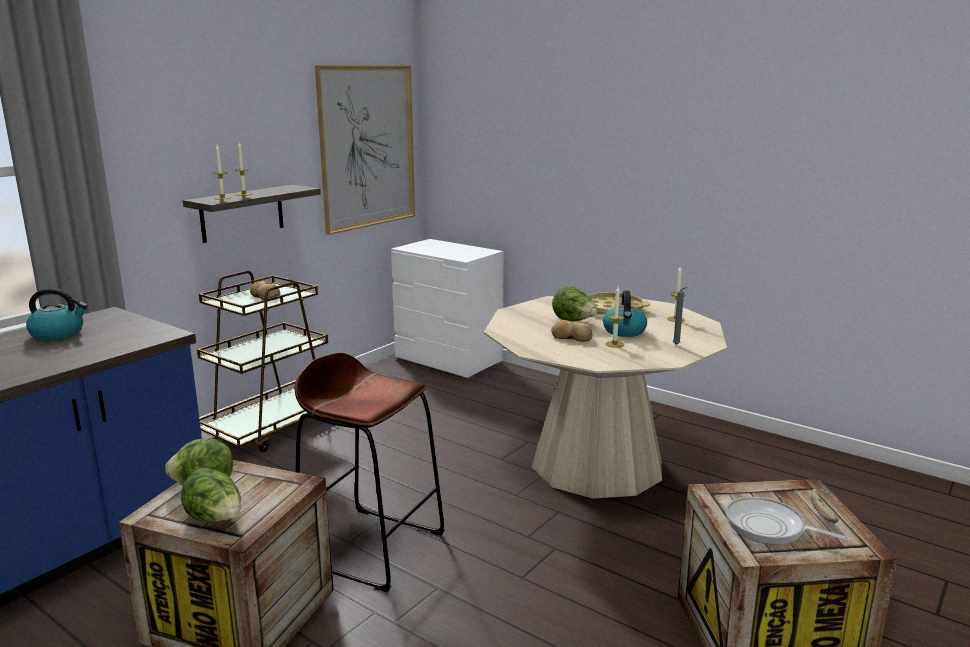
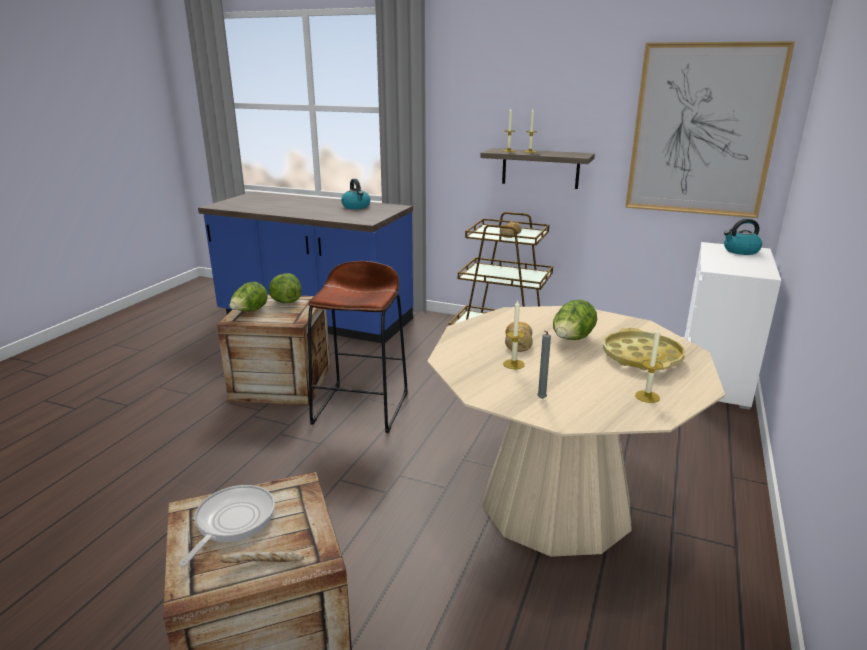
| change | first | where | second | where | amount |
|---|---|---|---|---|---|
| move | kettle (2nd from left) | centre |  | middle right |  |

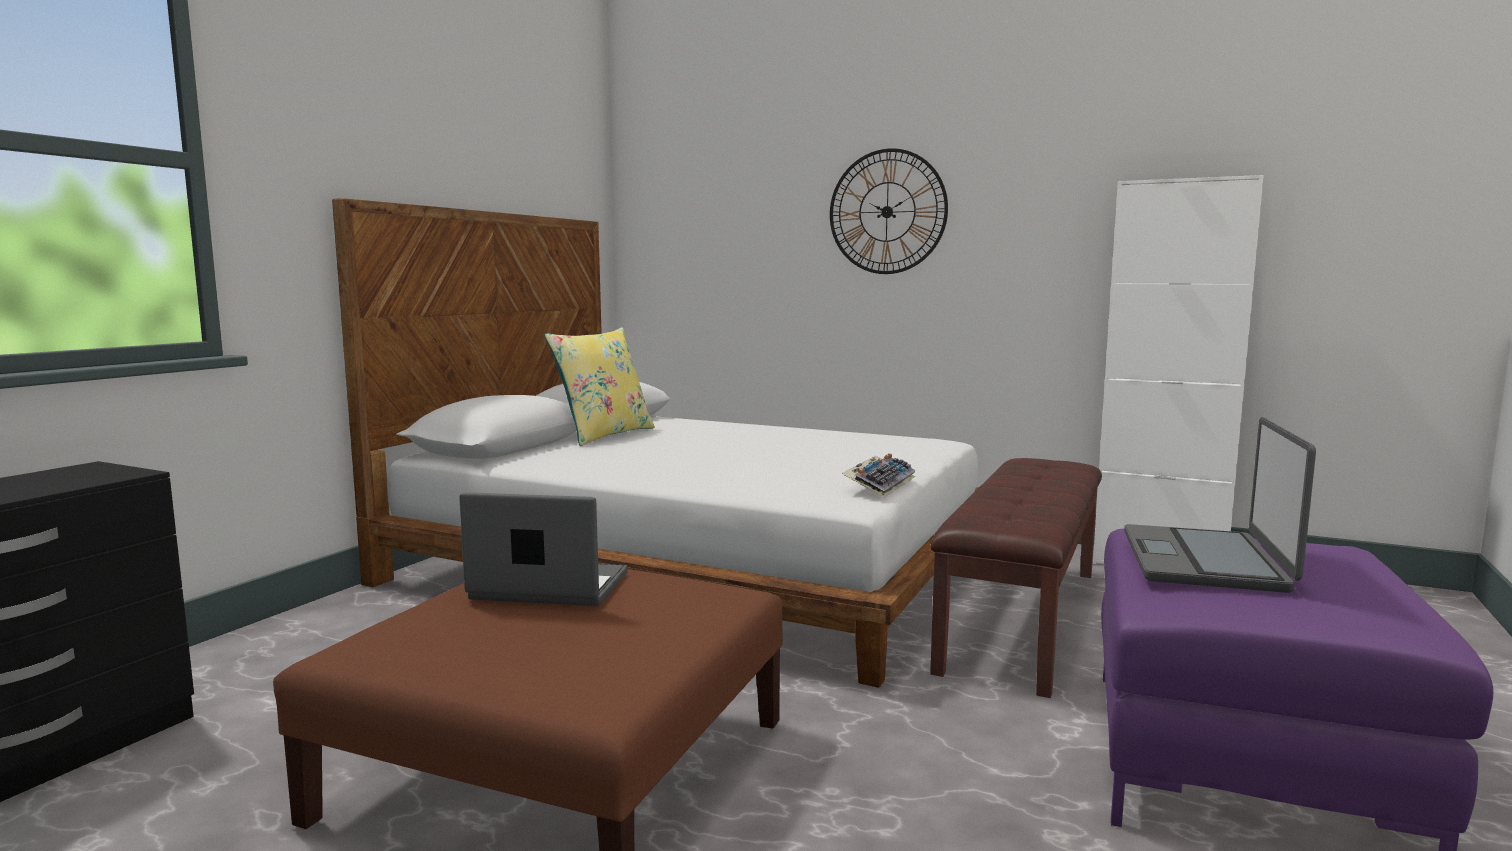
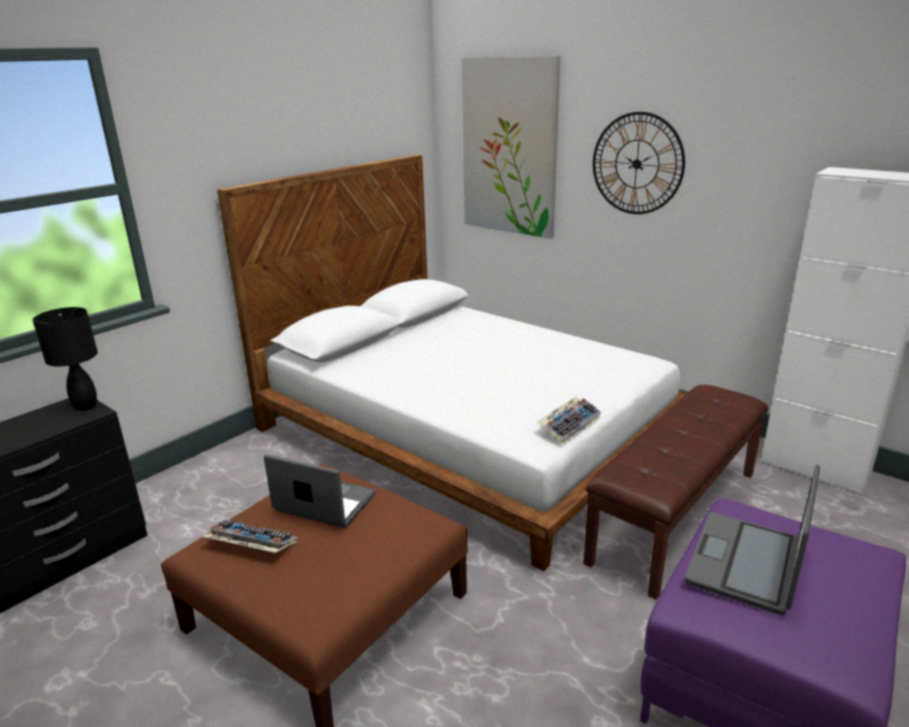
| change | first | where | second | where | amount |
|---|---|---|---|---|---|
| delete | yellow throw pillow | centre |  |  |  |
| insert |  |  | blackish tabletop lamp | middle left |  |
| insert |  |  | PC keyboard (1st from left) | bottom left |  |
| insert |  |  | picture | top centre |  |

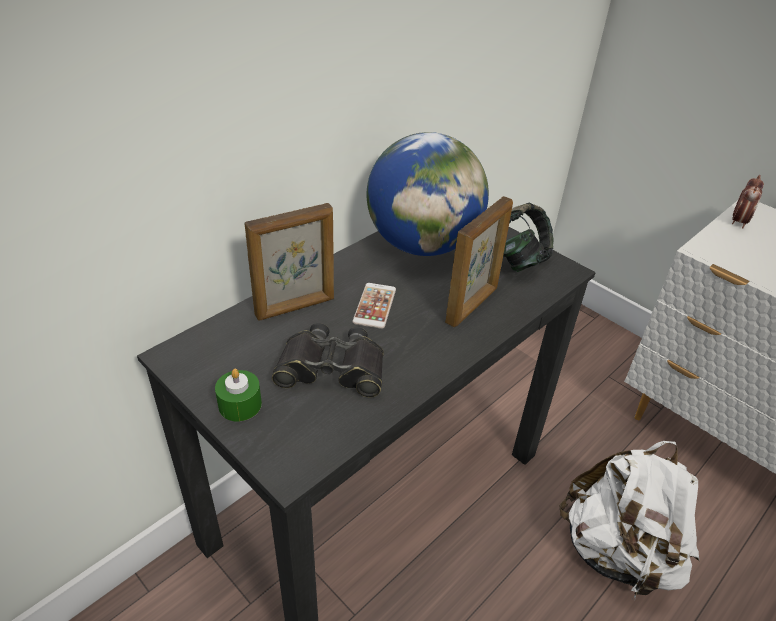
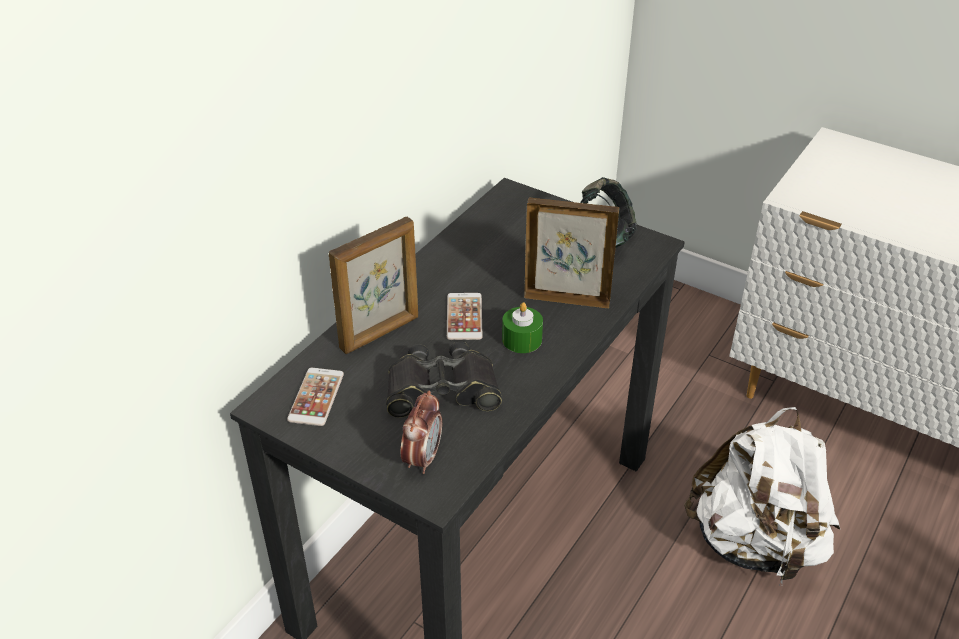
| change | first | where | second | where | amount |
|---|---|---|---|---|---|
| move | green-coloured wax candle | middle left |  | centre |  |
| delete | globe | top centre |  |  |  |
| rotate | photo frame (2nd from left) | centre |  | centre | 105 degrees counterclockwise |
| move | table clock | top right |  | bottom centre |  |
| insert |  |  | handset (1st from left) | middle left |  |

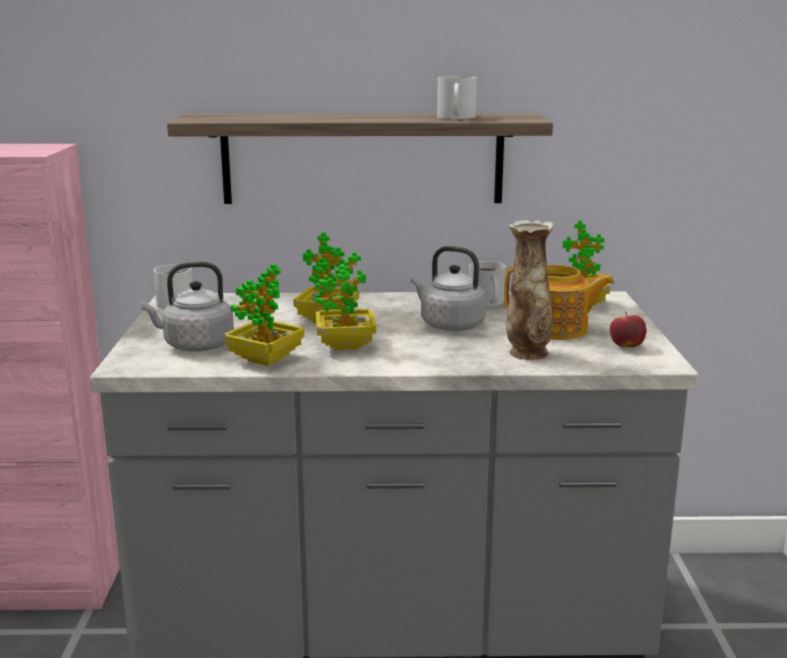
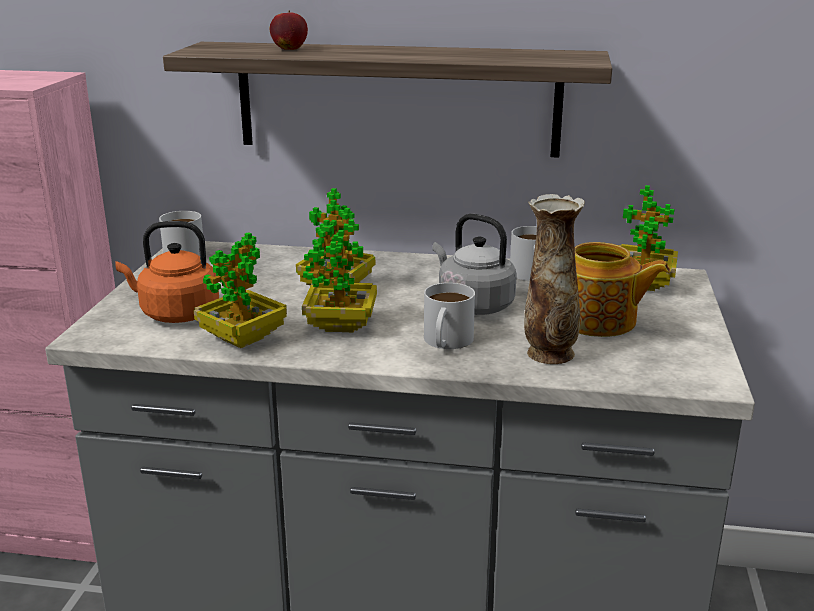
| change | first | where | second | where | amount |
|---|---|---|---|---|---|
| recolor | greyish kettle (1st from left) | middle left | orange-coloured kettle | middle left |  |
| move | white coffee mug (2nd from left) | top centre |  | centre |  |
| move | apple fruit | middle right |  | top centre |  |

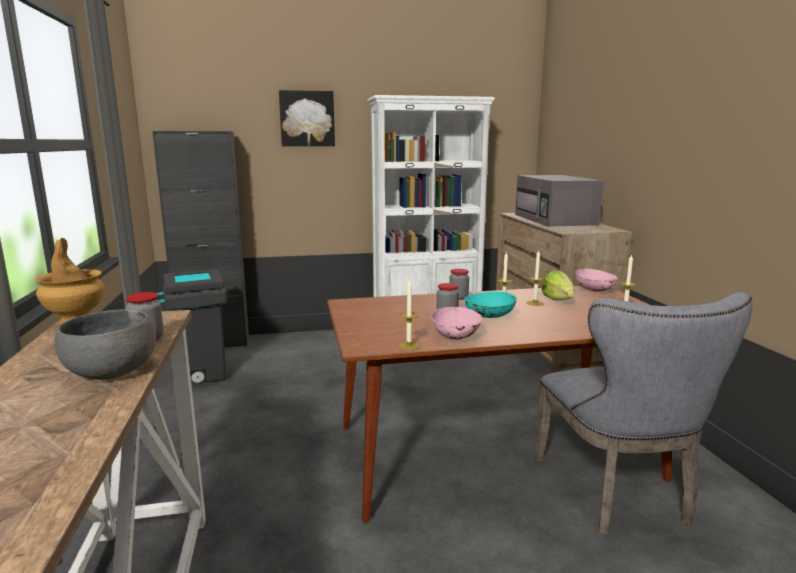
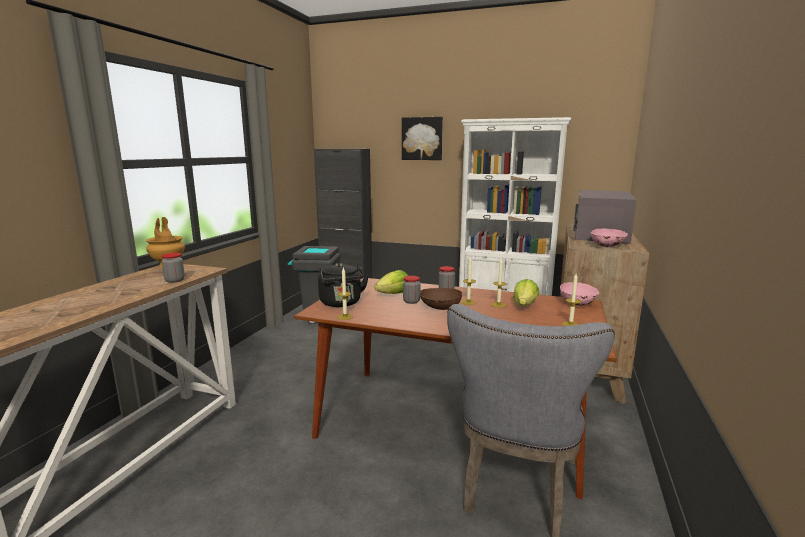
| change | first | where | second | where | amount |
|---|---|---|---|---|---|
| delete | greyish deep dish | middle left |  |  |  |
| move | pink deep dish (1st from left in the first image) | centre | pink deep dish (2nd from left) | middle right |  |
| recolor | turquoise deep dish | centre | brownish deep dish | centre |  |
| insert |  |  | blackish kettle | centre |  |
| insert |  |  | lettuce head (1st from left) | centre |  |

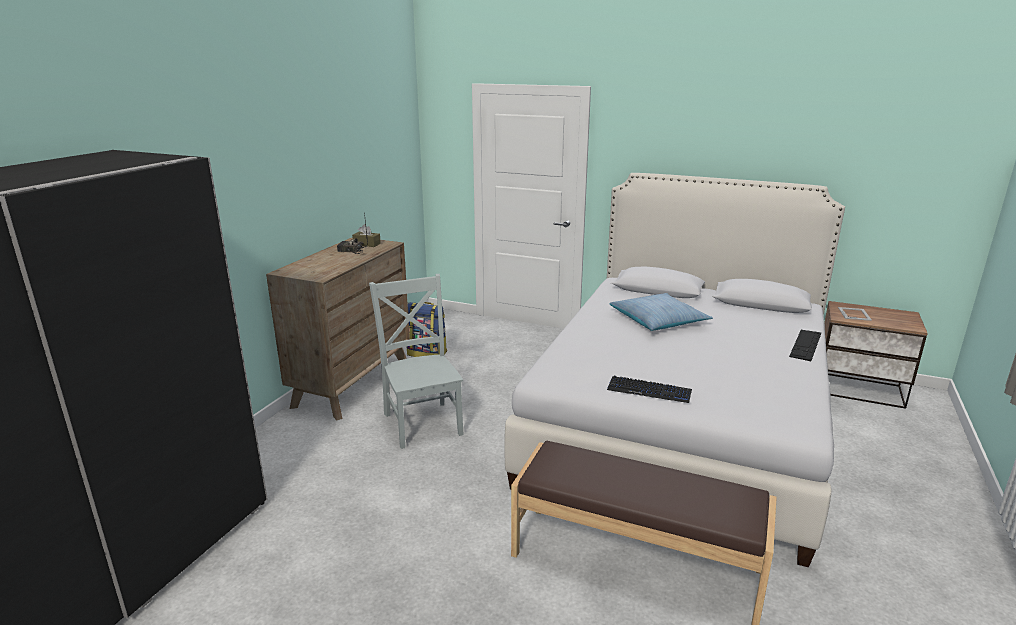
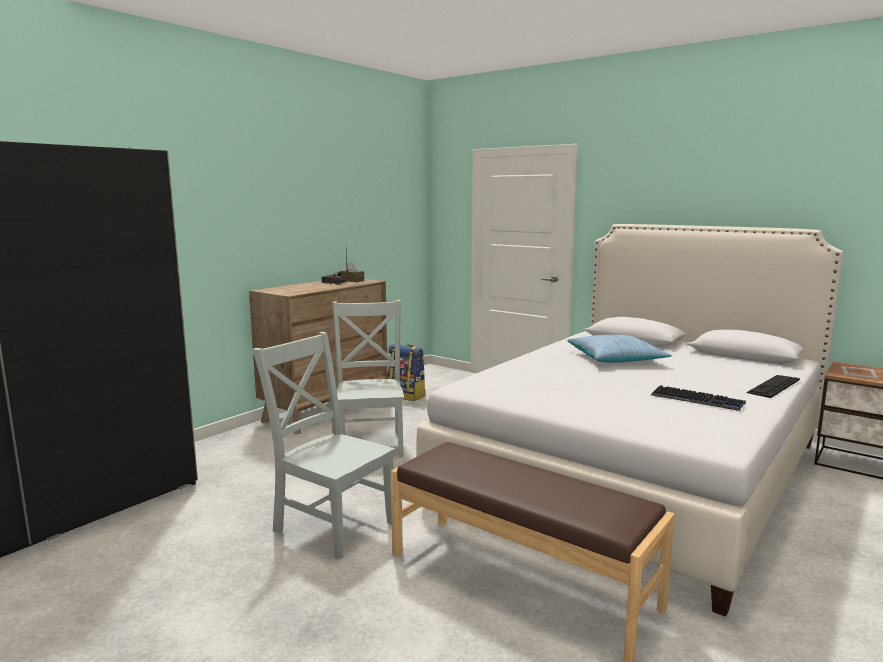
| change | first | where | second | where | amount |
|---|---|---|---|---|---|
| move | PC keyboard (1st from left) | centre |  | middle right |  |
| insert |  |  | greyish chair (1st from left) | bottom centre |  |

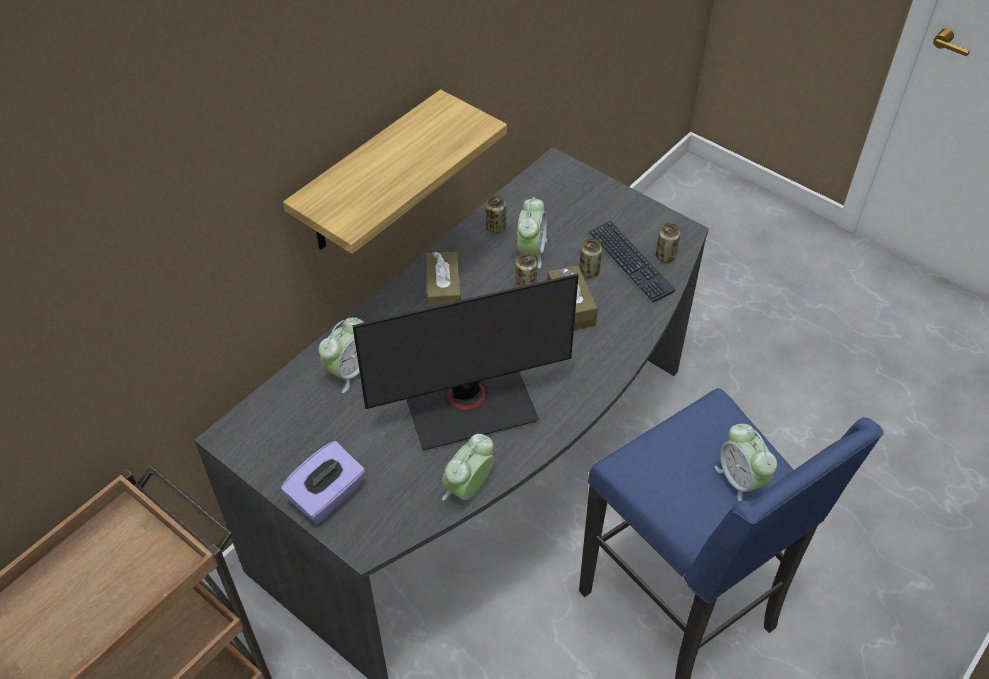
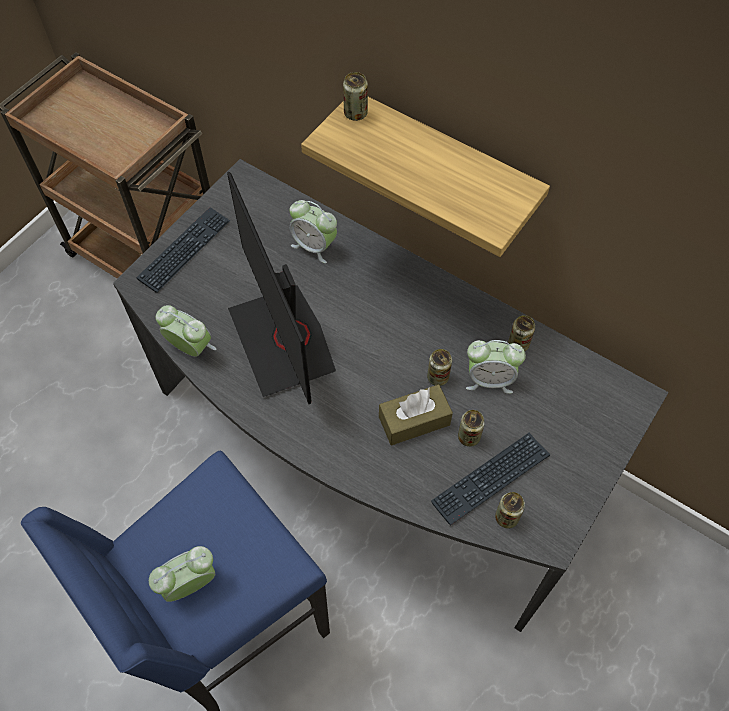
| change | first | where | second | where | amount |
|---|---|---|---|---|---|
| replace | purplish tissue holder | bottom left | PC keyboard (1st from left) | middle left |  |
| delete | brownish tissue holder (1st from left) | centre |  |  |  |
| insert |  |  | metal can (1st from left) | top centre |  |

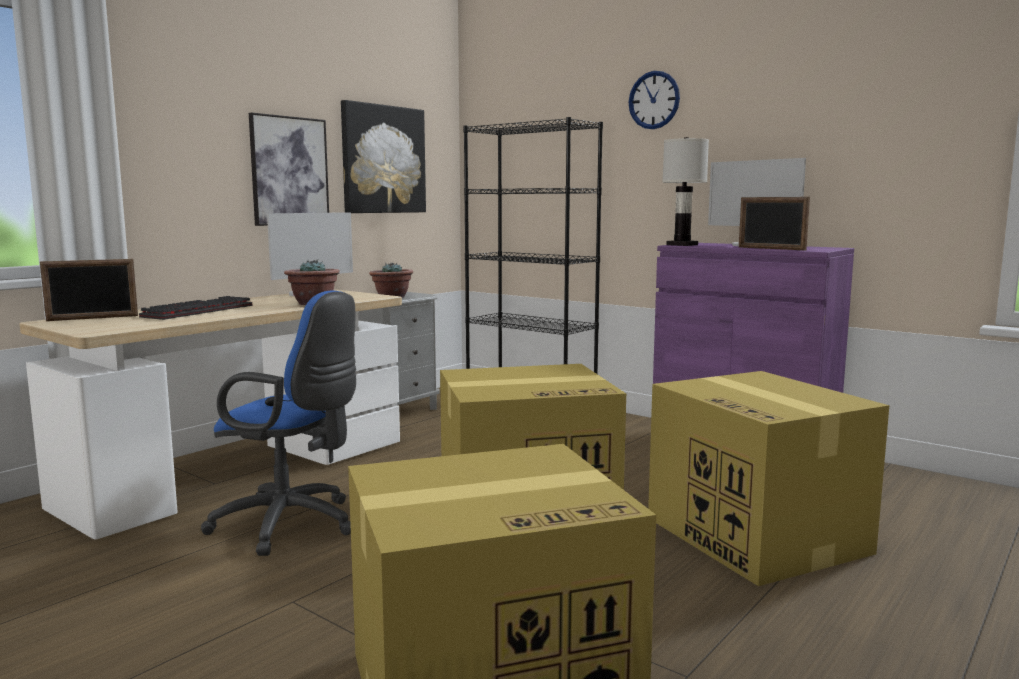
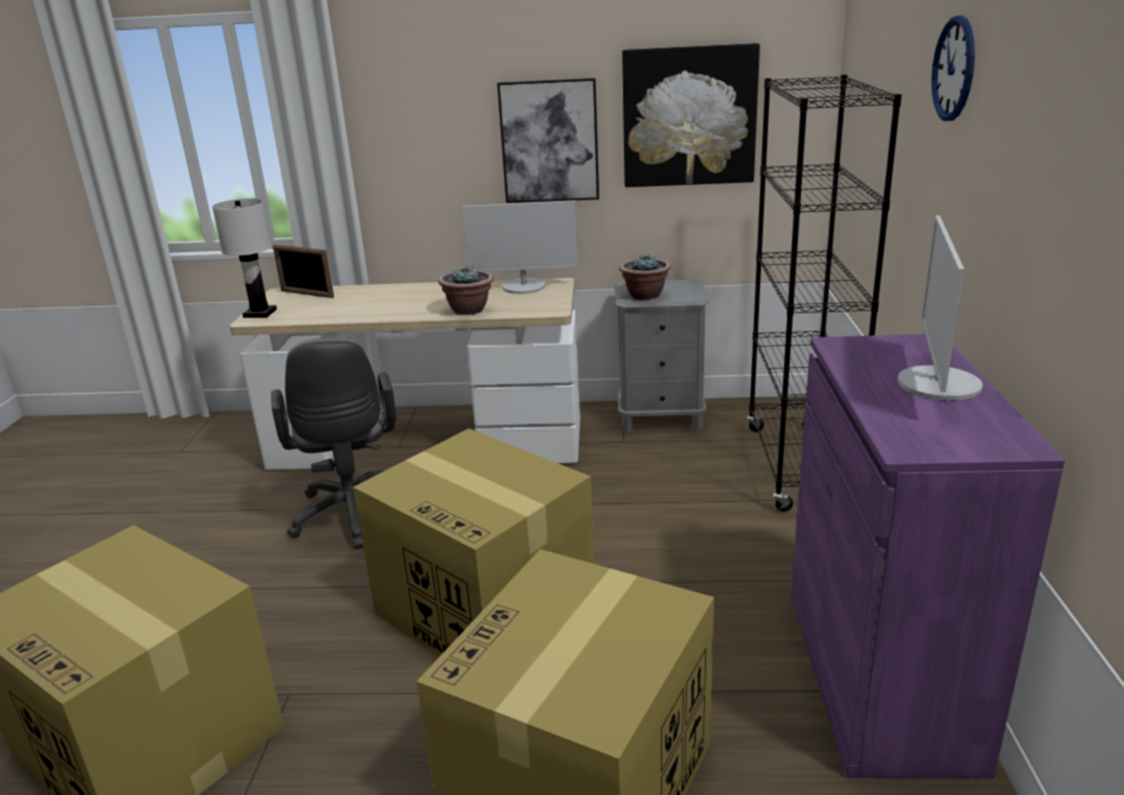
| change | first | where | second | where | amount |
|---|---|---|---|---|---|
| delete | PC keyboard | middle left |  |  |  |
| recolor | bluish office chair | middle left | greyish office chair | middle left |  |
| move | white tabletop lamp | top right |  | top left |  |
| delete | photo frame (2nd from left) | top right |  |  |  |

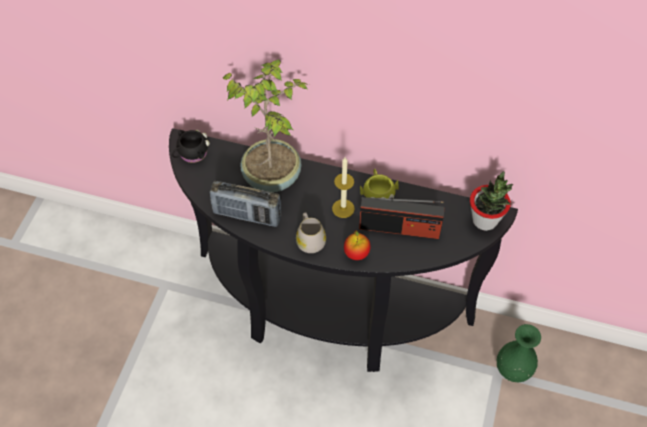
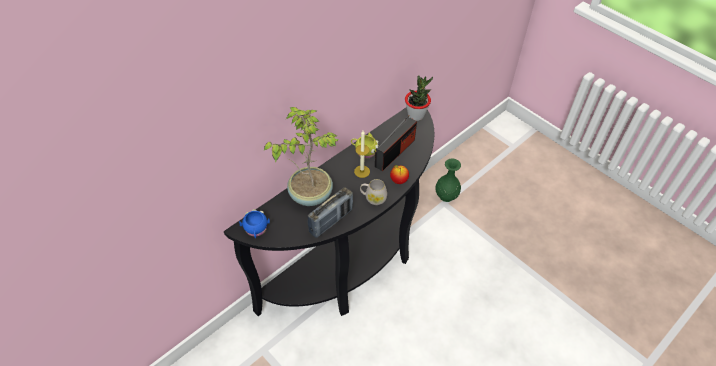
| change | first | where | second | where | amount |
|---|---|---|---|---|---|
| recolor | blackish coffee mug | middle left | bluish coffee mug | centre |  |

